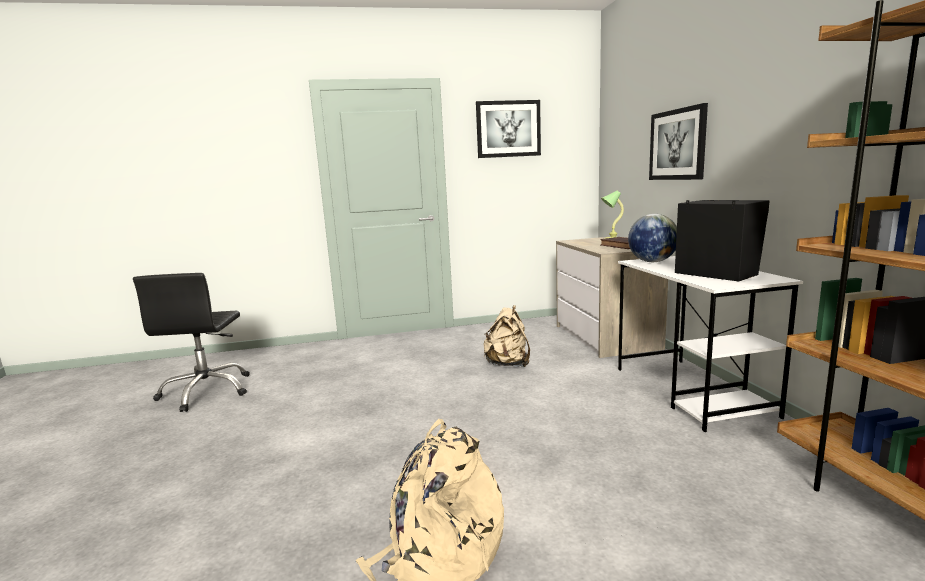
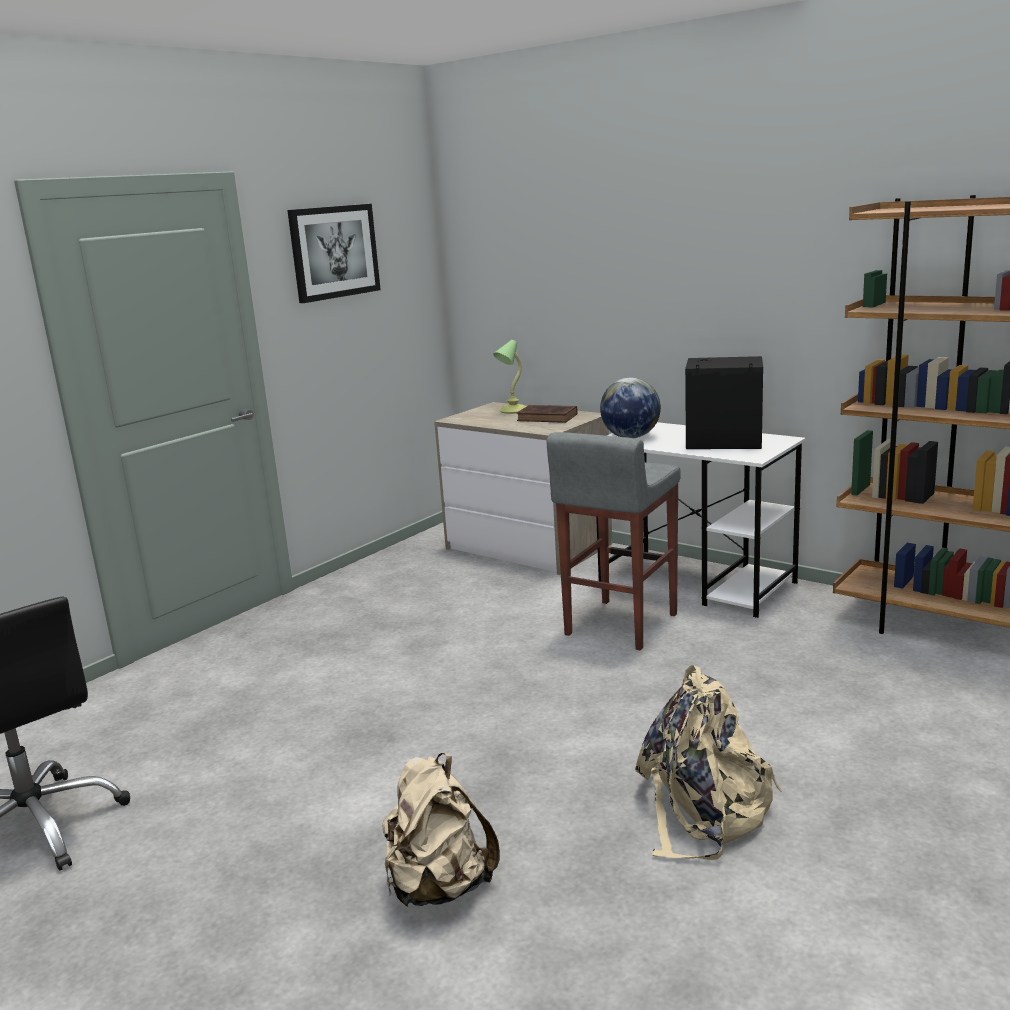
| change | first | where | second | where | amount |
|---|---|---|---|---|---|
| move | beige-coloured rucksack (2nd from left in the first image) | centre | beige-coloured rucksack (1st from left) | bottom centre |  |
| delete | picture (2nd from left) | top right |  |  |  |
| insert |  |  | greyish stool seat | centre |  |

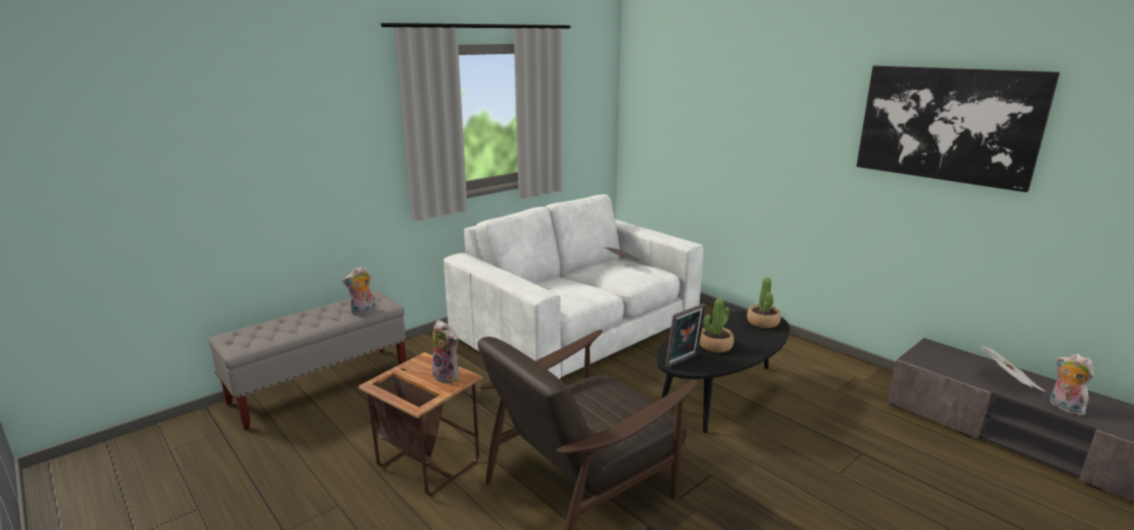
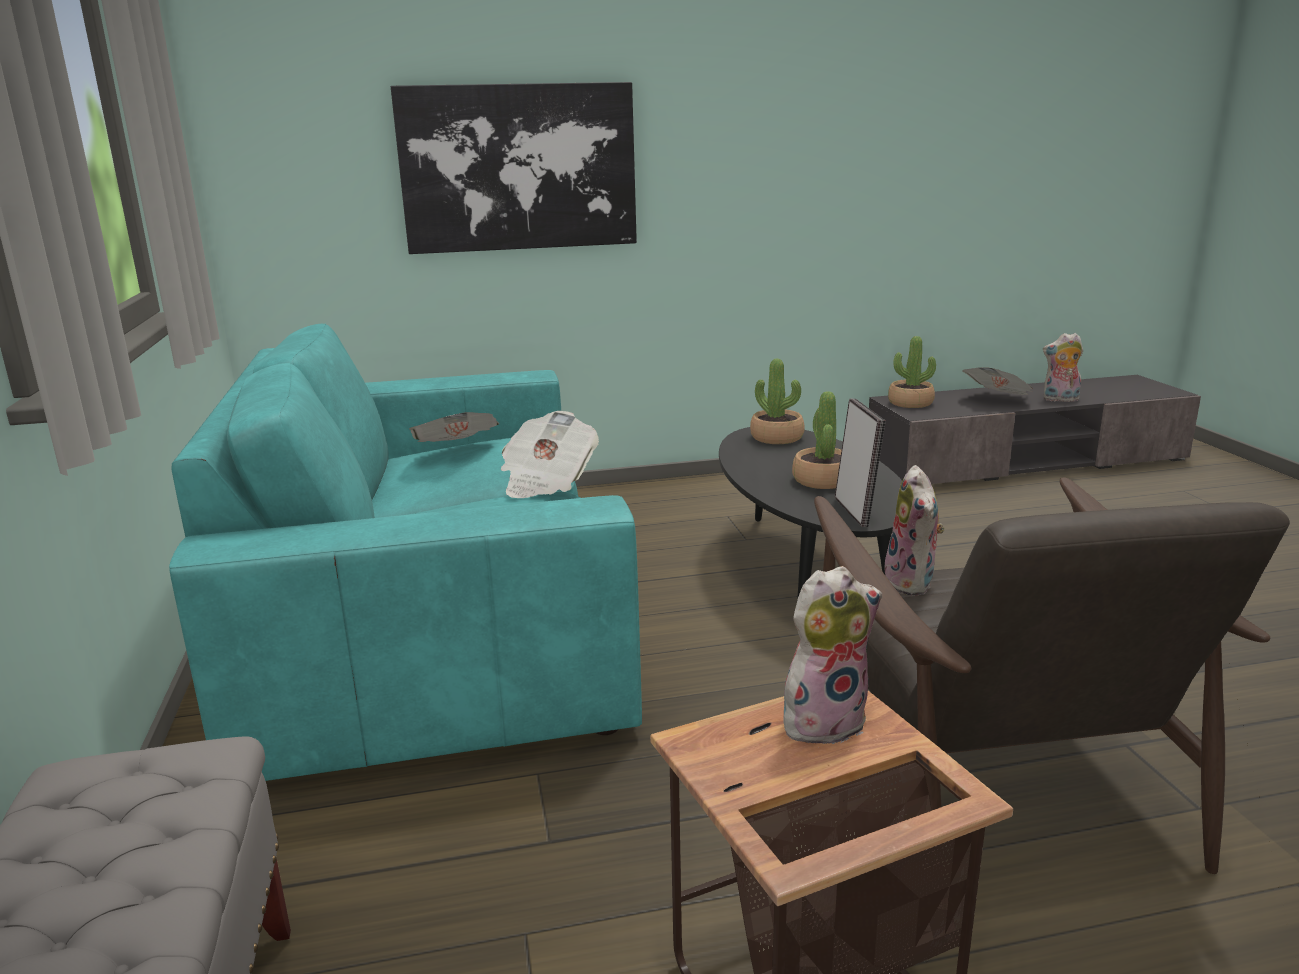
| change | first | where | second | where | amount |
|---|---|---|---|---|---|
| move | plush toy (1st from left in the first image) | middle left | plush toy (2nd from left) | middle right |  |
| recolor | white couch | centre | turquoise couch | middle left |  |
| move | picture | top right |  | top centre |  |
| insert |  |  | printed paper (2nd from left) | centre |  |
| insert |  |  | houseplant (3rd from left) | middle right |  |

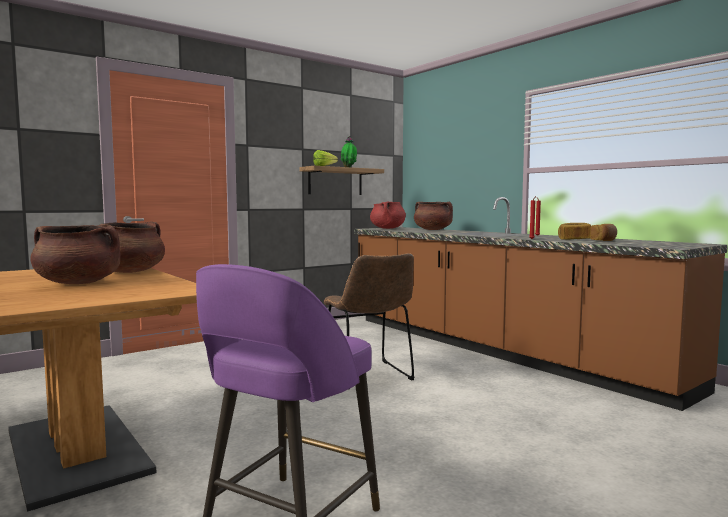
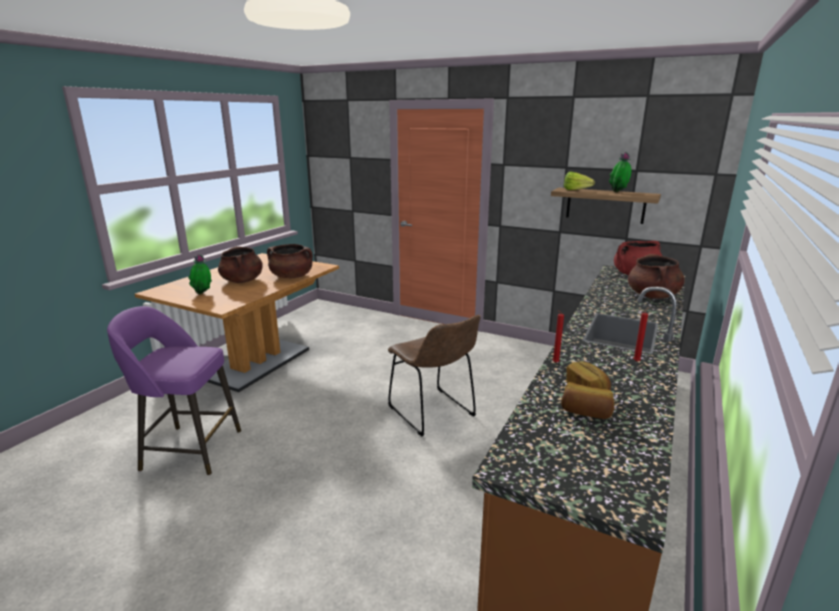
| change | first | where | second | where | amount |
|---|---|---|---|---|---|
| rotate | brownish chair | centre |  | centre | 75 degrees counterclockwise |
| insert |  |  | houseplant (1st from left) | middle left |  |

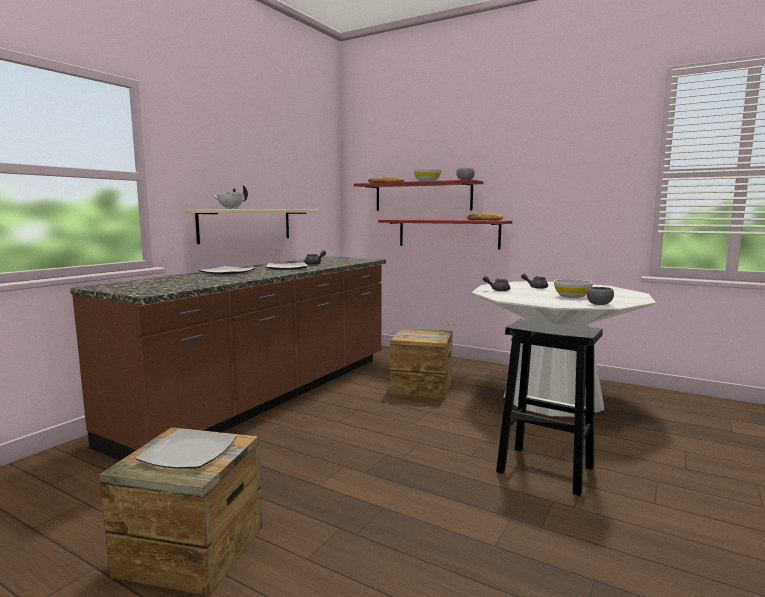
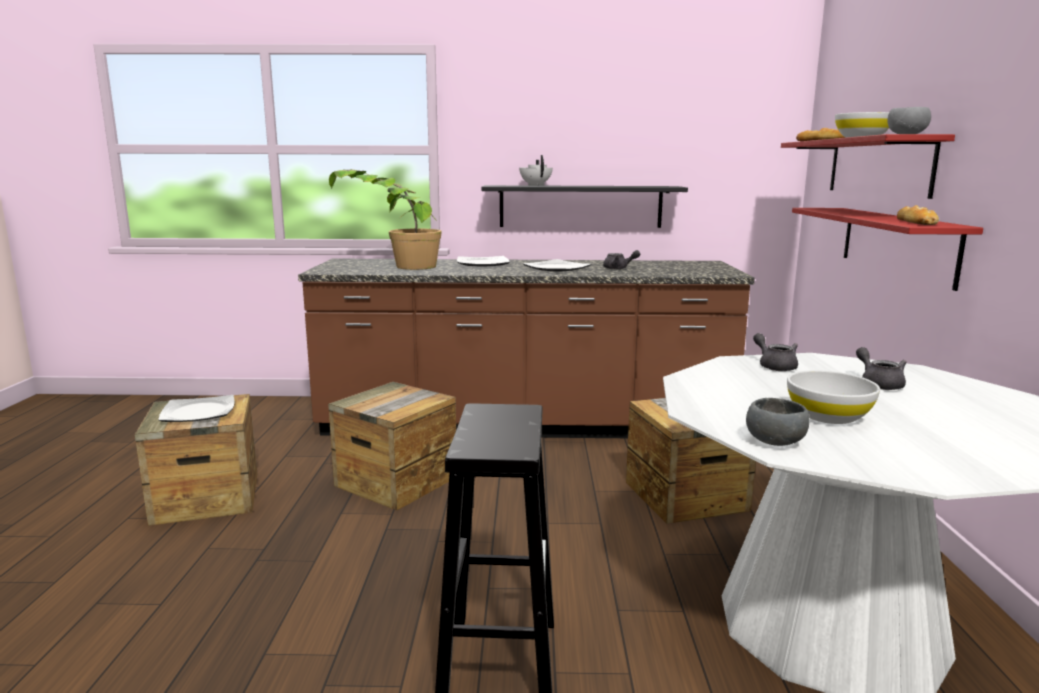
| change | first | where | second | where | amount |
|---|---|---|---|---|---|
| recolor | beige-coloured bracket shelf | middle left | blackish bracket shelf | top centre |  |
| insert |  |  | packing crate (2nd from left) | centre |  |
| insert |  |  | houseplant | top centre |  |

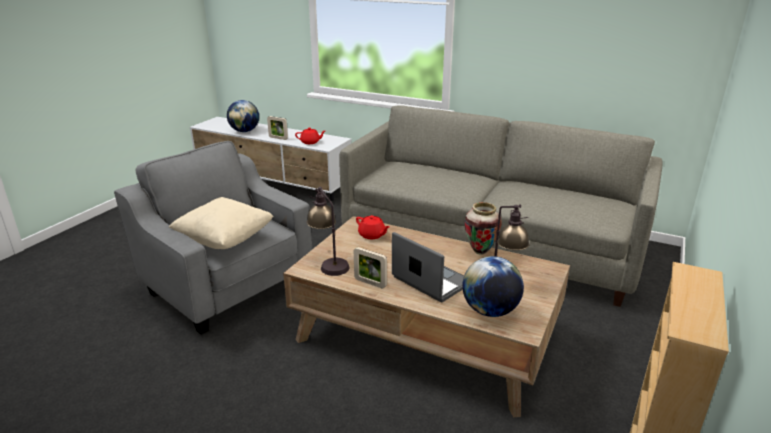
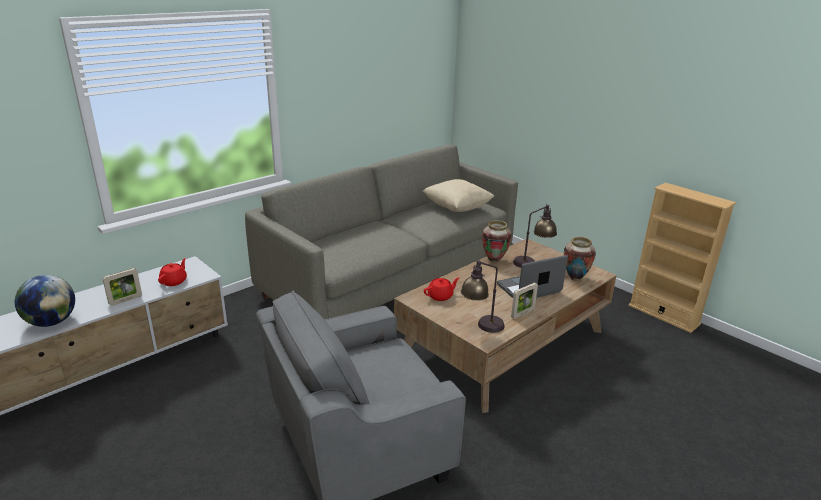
| change | first | where | second | where | amount |
|---|---|---|---|---|---|
| move | beige-coloured throw pillow | middle left |  | centre |  |
| replace | globe (2nd from left) | centre | vase (2nd from left) | middle right |  |

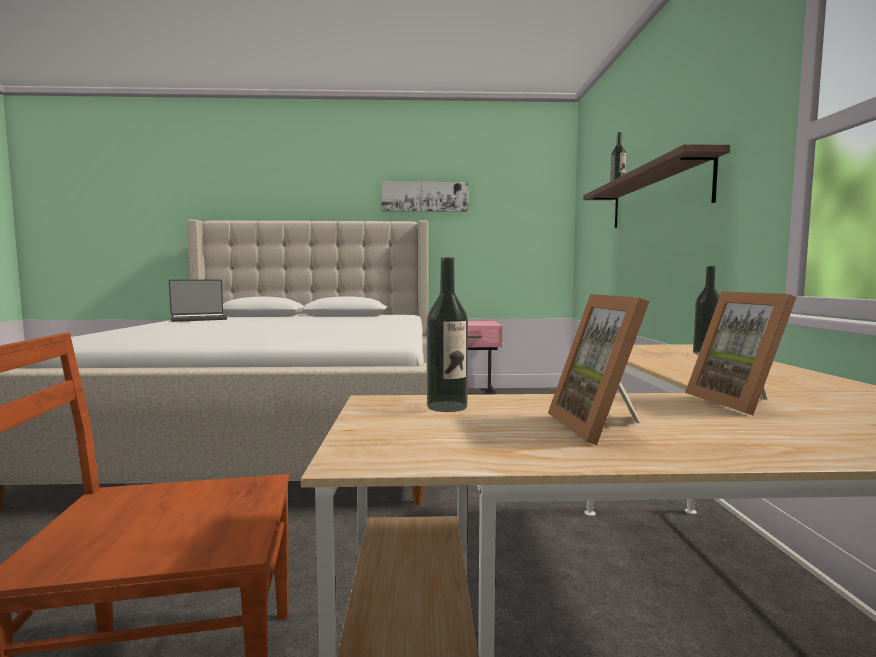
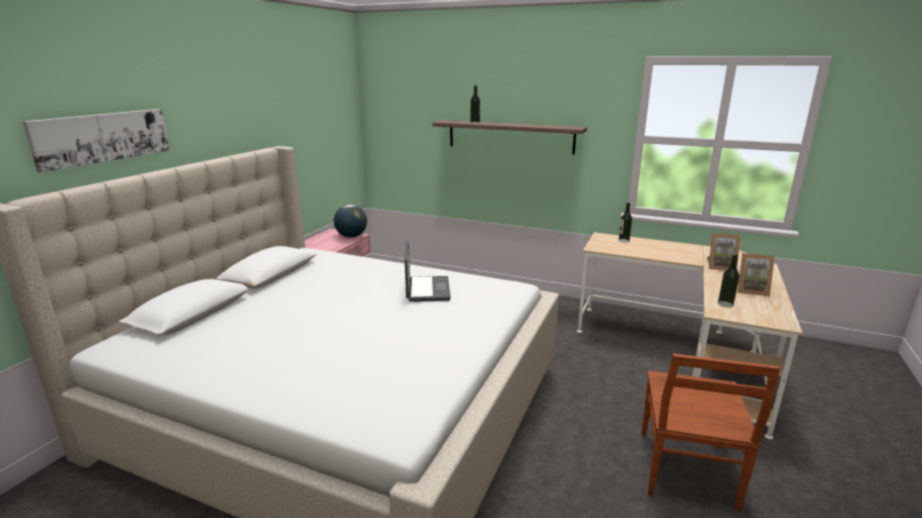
| change | first | where | second | where | amount |
|---|---|---|---|---|---|
| move | portable computer | middle left |  | centre |  |
| move | picture | top centre |  | top left |  |
| insert |  |  | globe | centre |  |

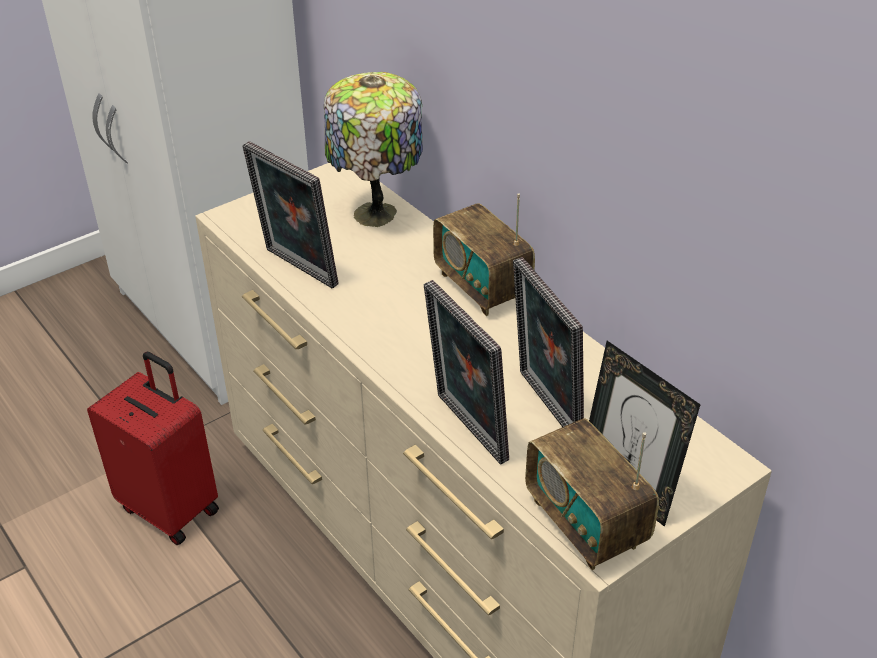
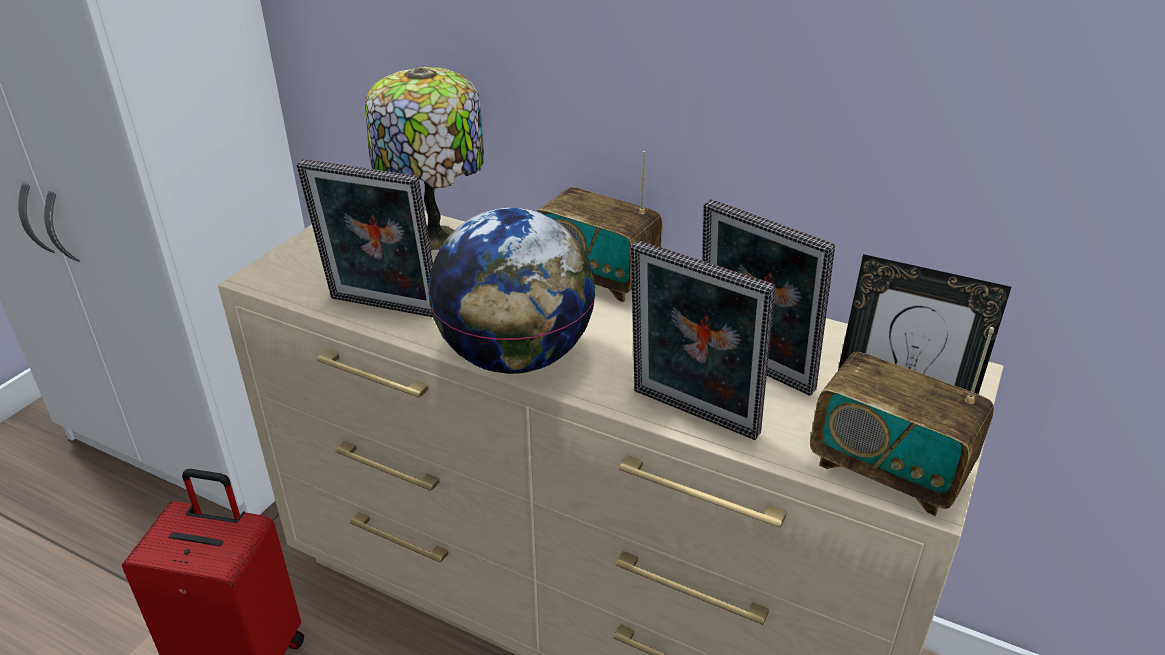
| change | first | where | second | where | amount |
|---|---|---|---|---|---|
| insert |  |  | globe | centre |  |

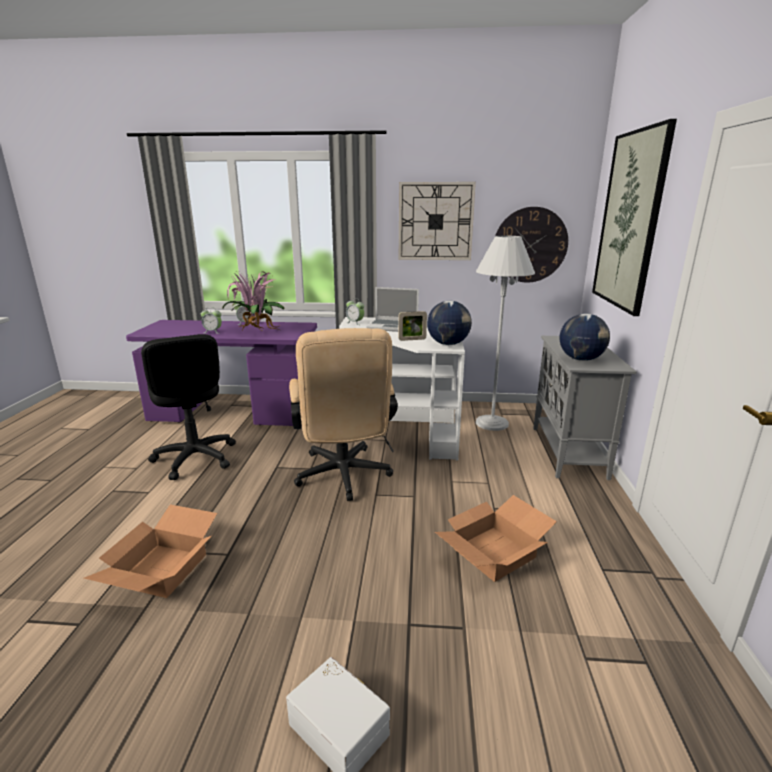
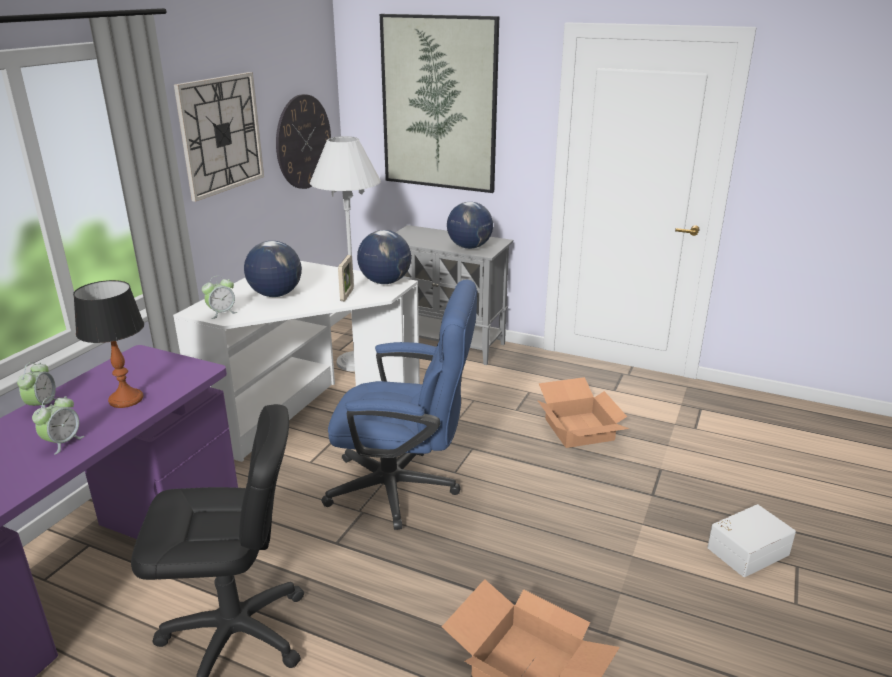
| change | first | where | second | where | amount |
|---|---|---|---|---|---|
| replace | houseplant | middle left | tabletop lamp | middle left |  |
| recolor | beige-coloured office chair | centre | bluish office chair | centre |  |
| replace | portable computer | centre | globe (1st from left) | middle left |  |

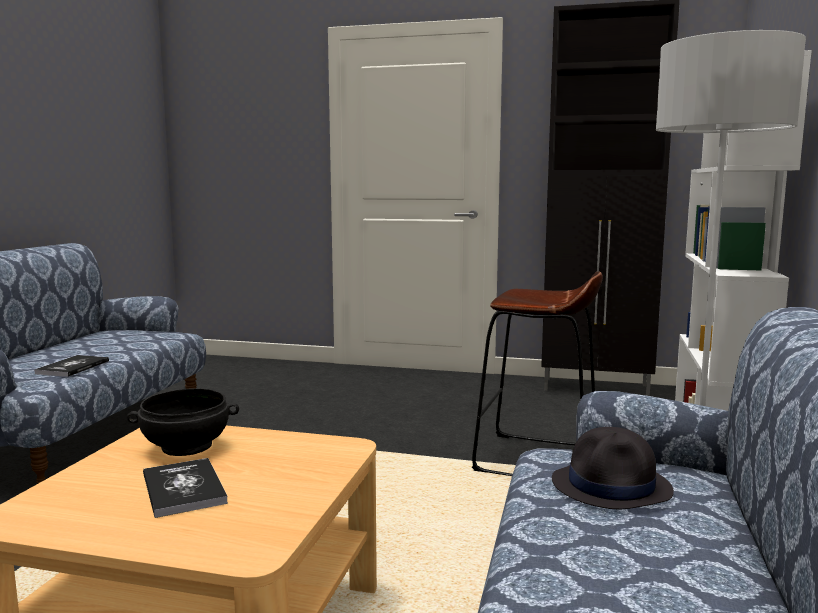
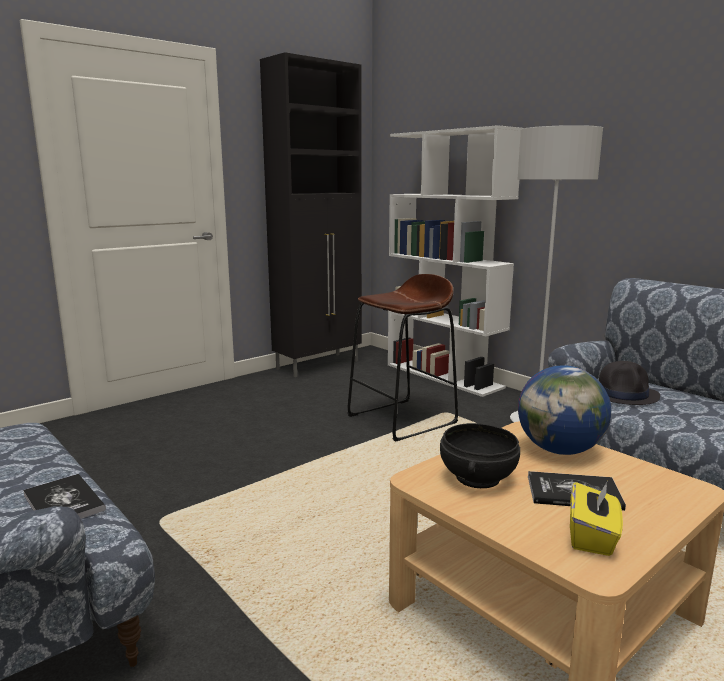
| change | first | where | second | where | amount |
|---|---|---|---|---|---|
| insert |  |  | globe | middle right |  |
| insert |  |  | yellow tissue holder | bottom right |  |

